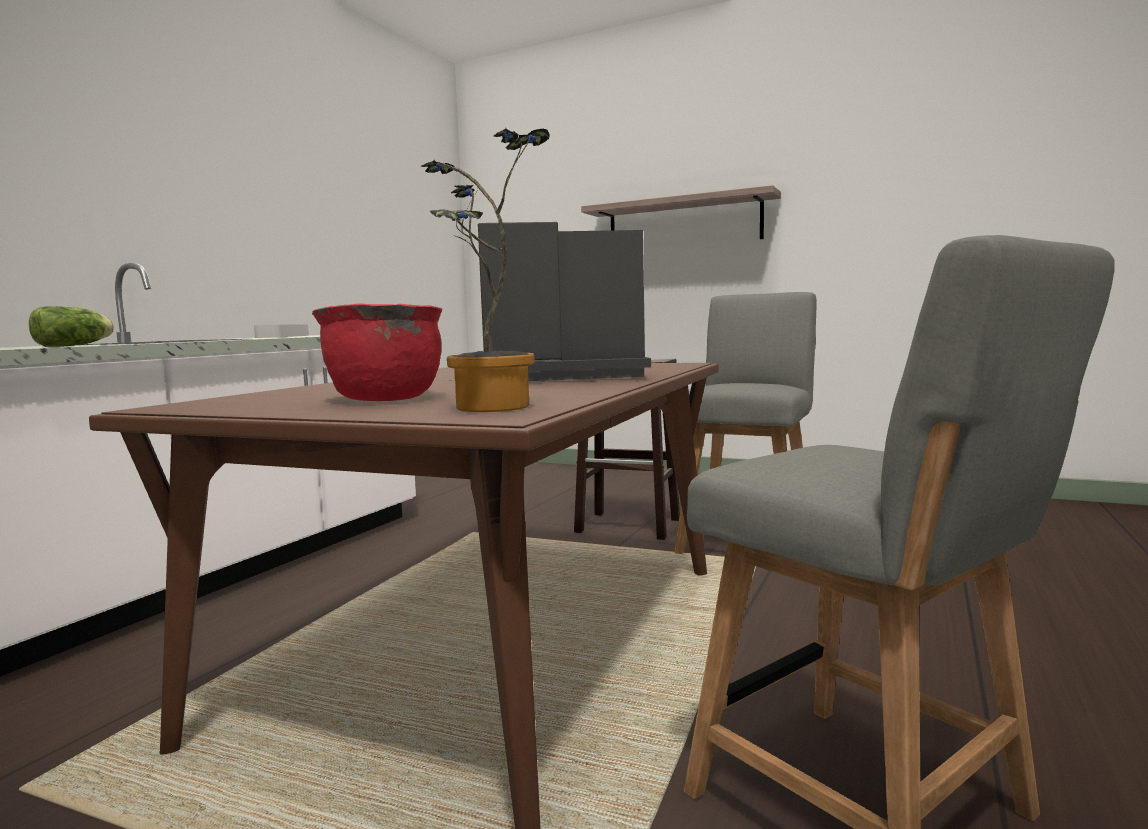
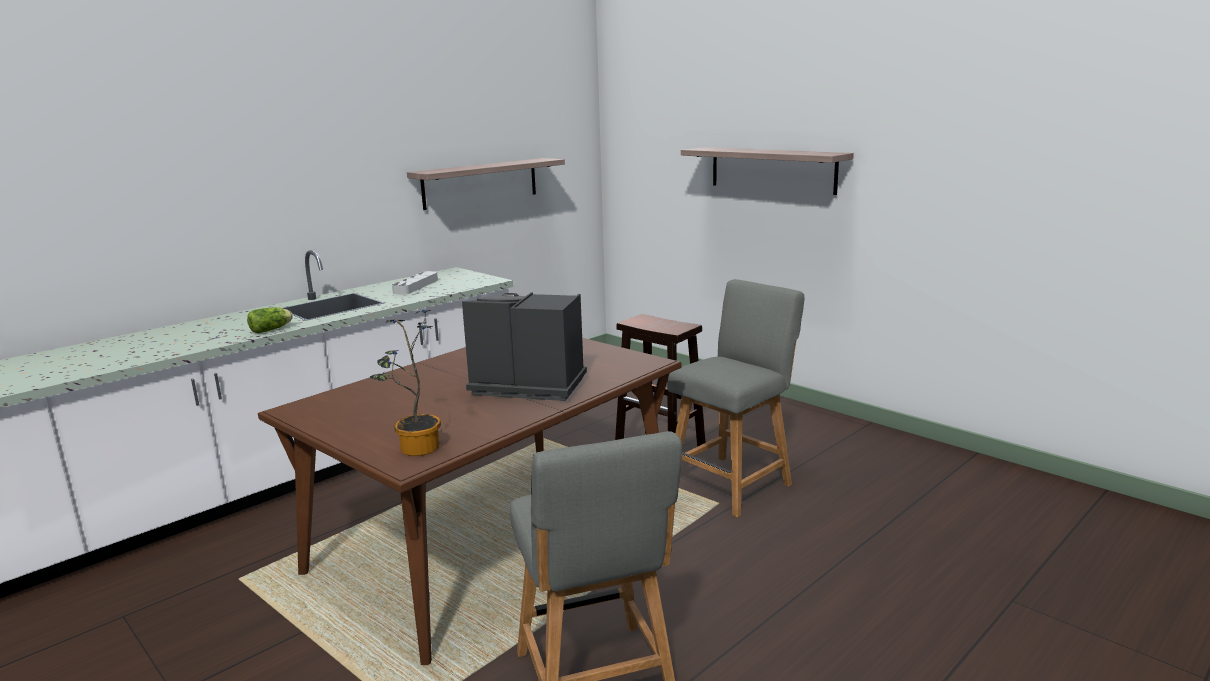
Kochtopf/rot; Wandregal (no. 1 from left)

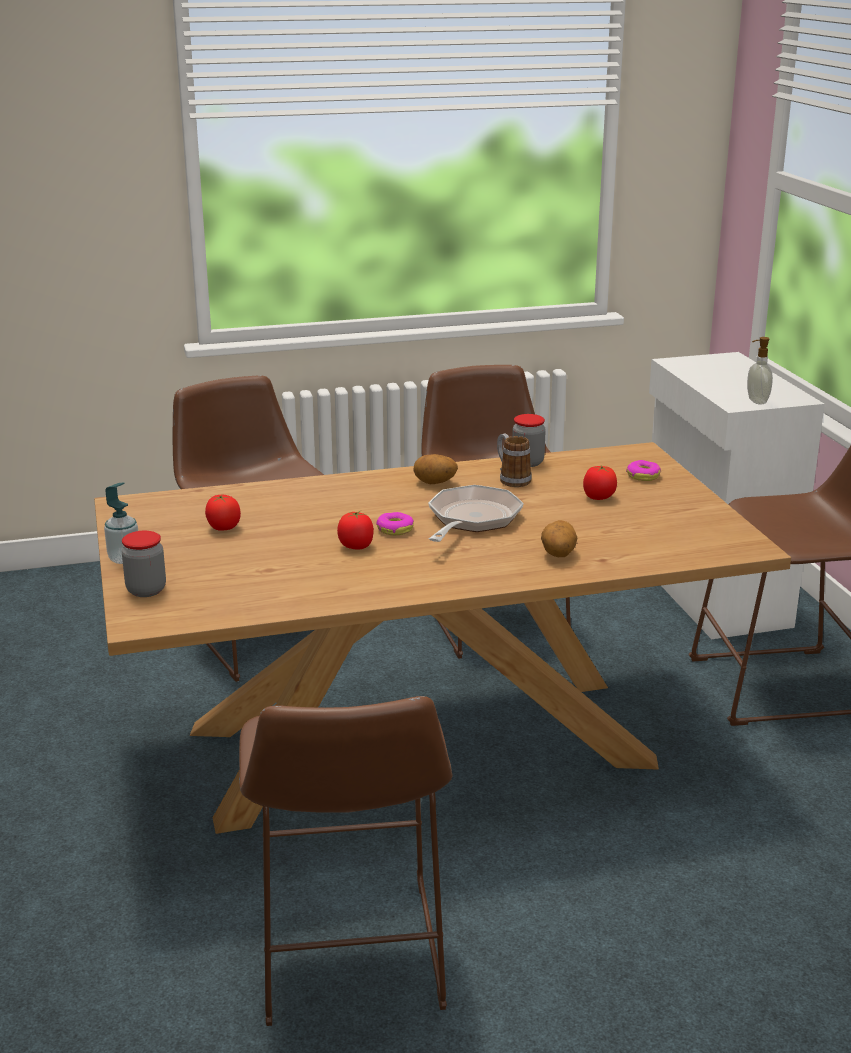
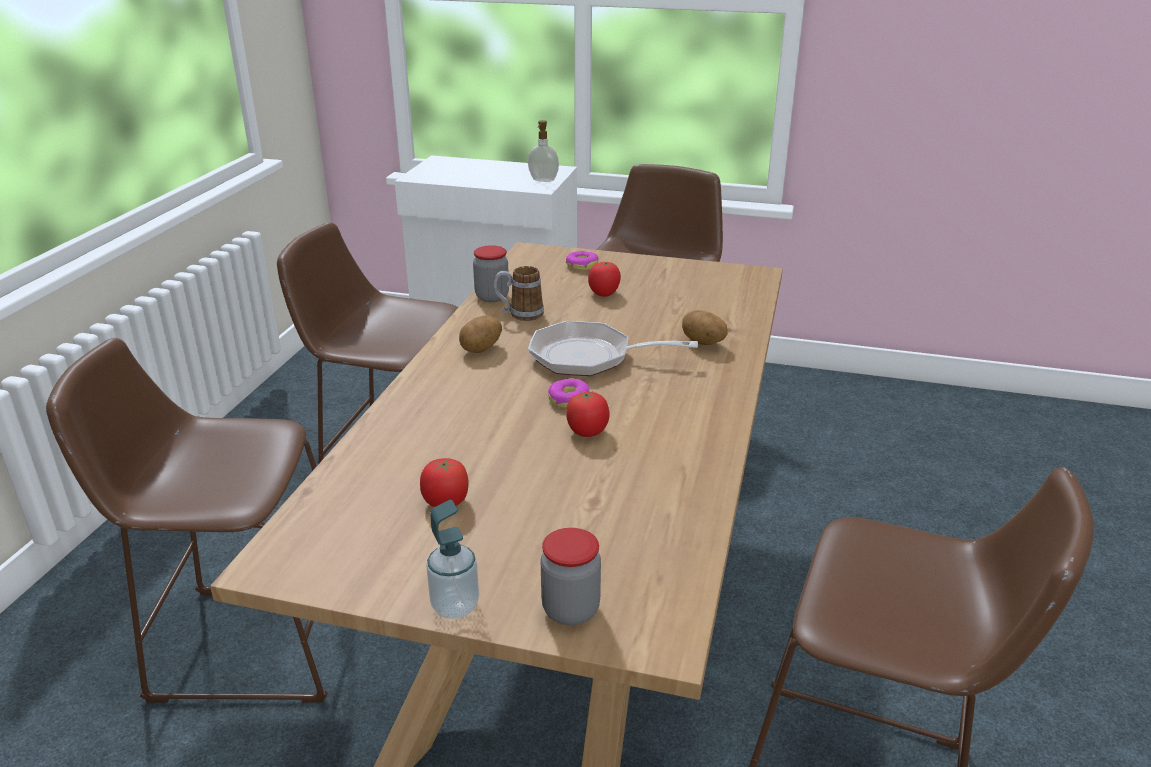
Pfanne

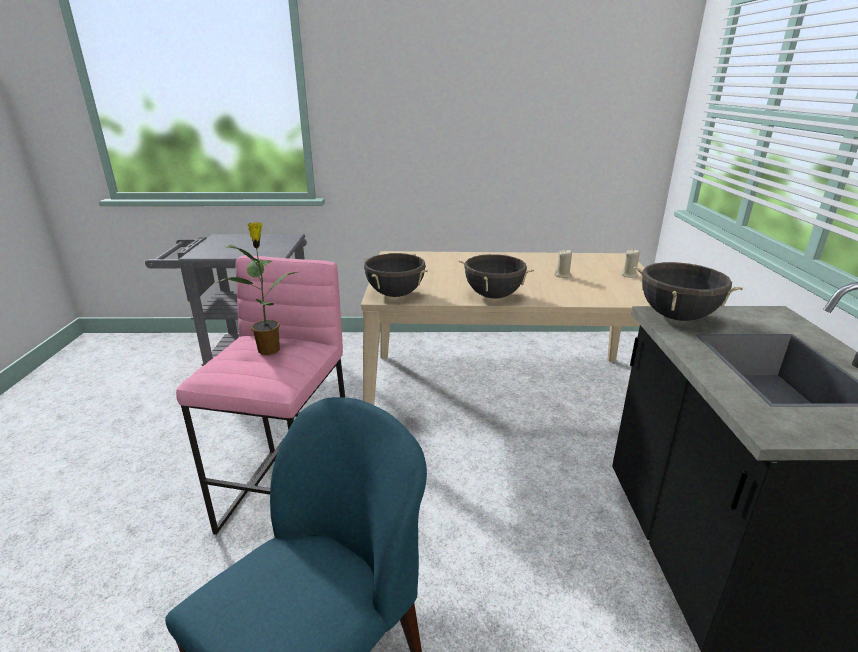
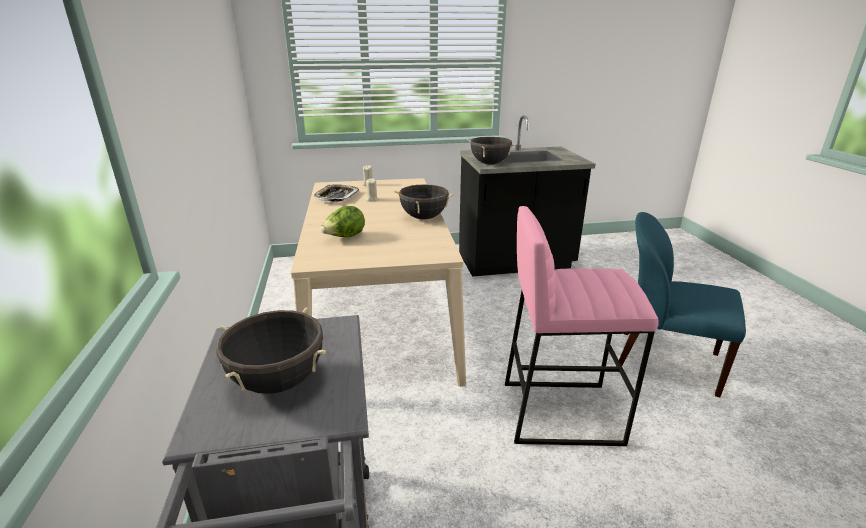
Topfpflanze; Tablett; Salatkopf; Kochtopf/schwarz (no. 1 from left)

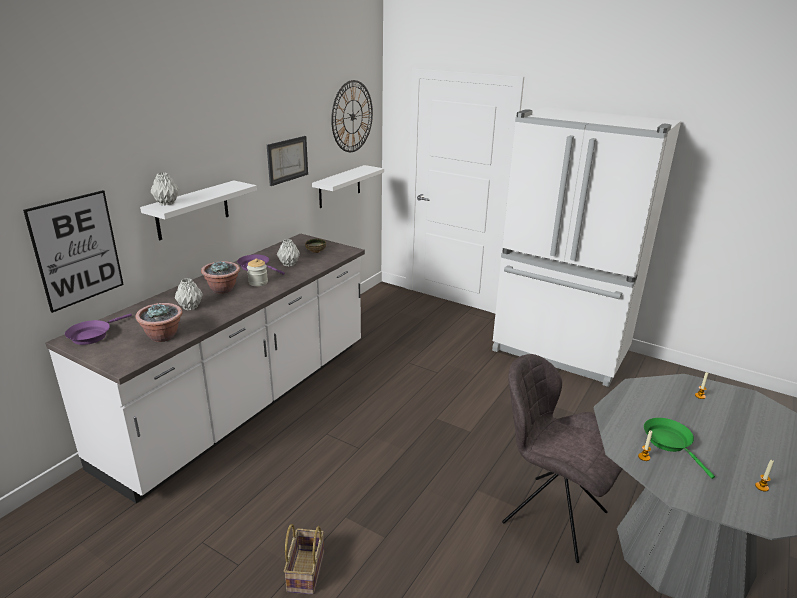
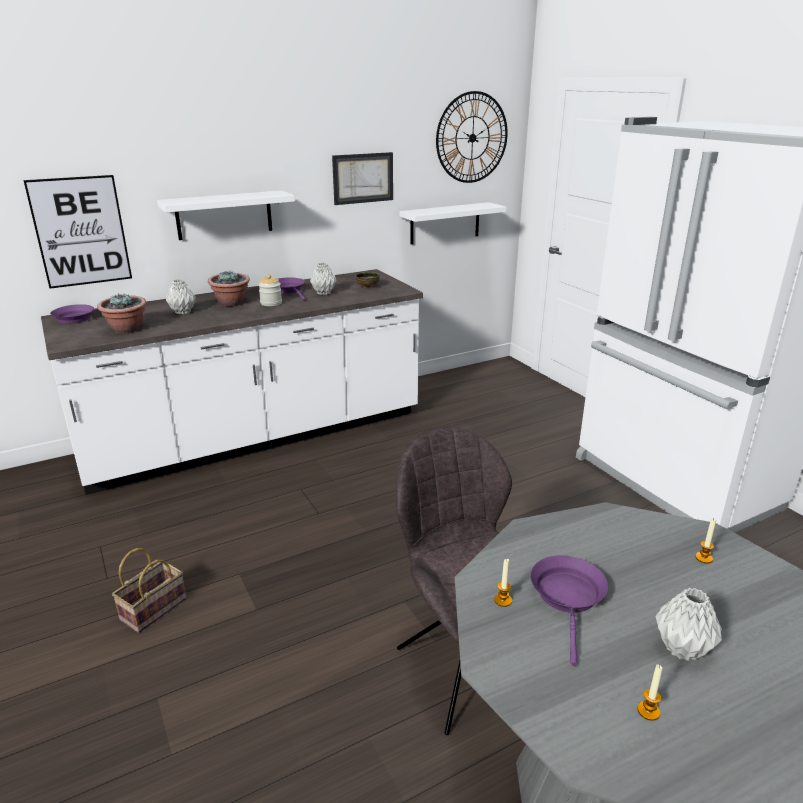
Vase/grau (no. 3 from left); Pfanne/lila (no. 3 from left)

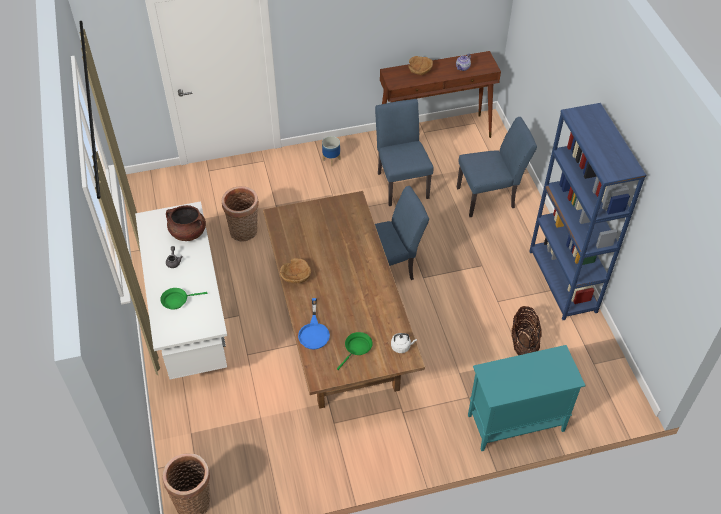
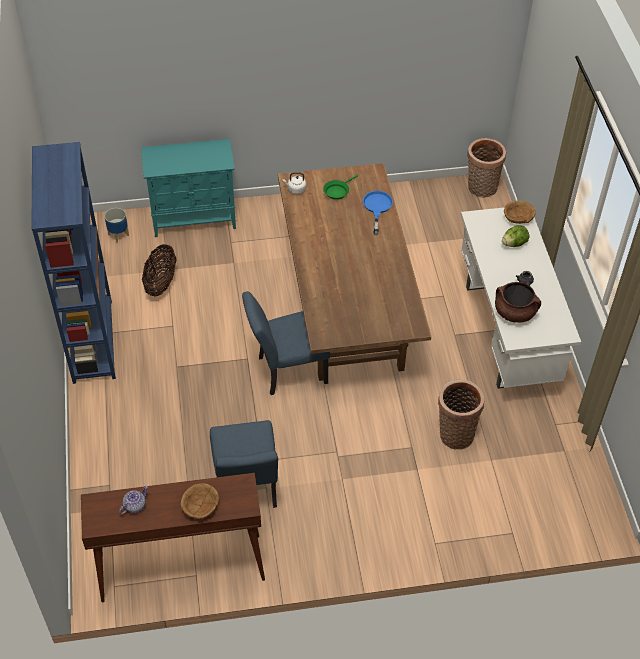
Stuhl/blau (no. 3 from left in the first image); Schüssel/braun (no. 2 from left); Pflanzkübel; Salatkopf

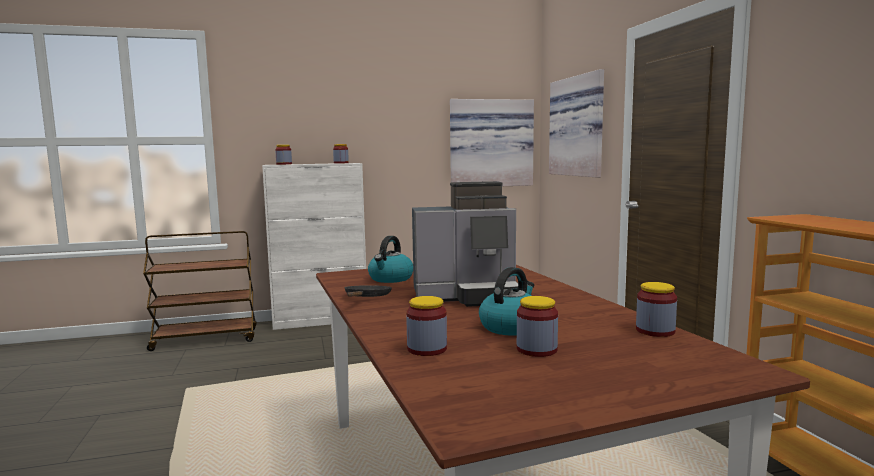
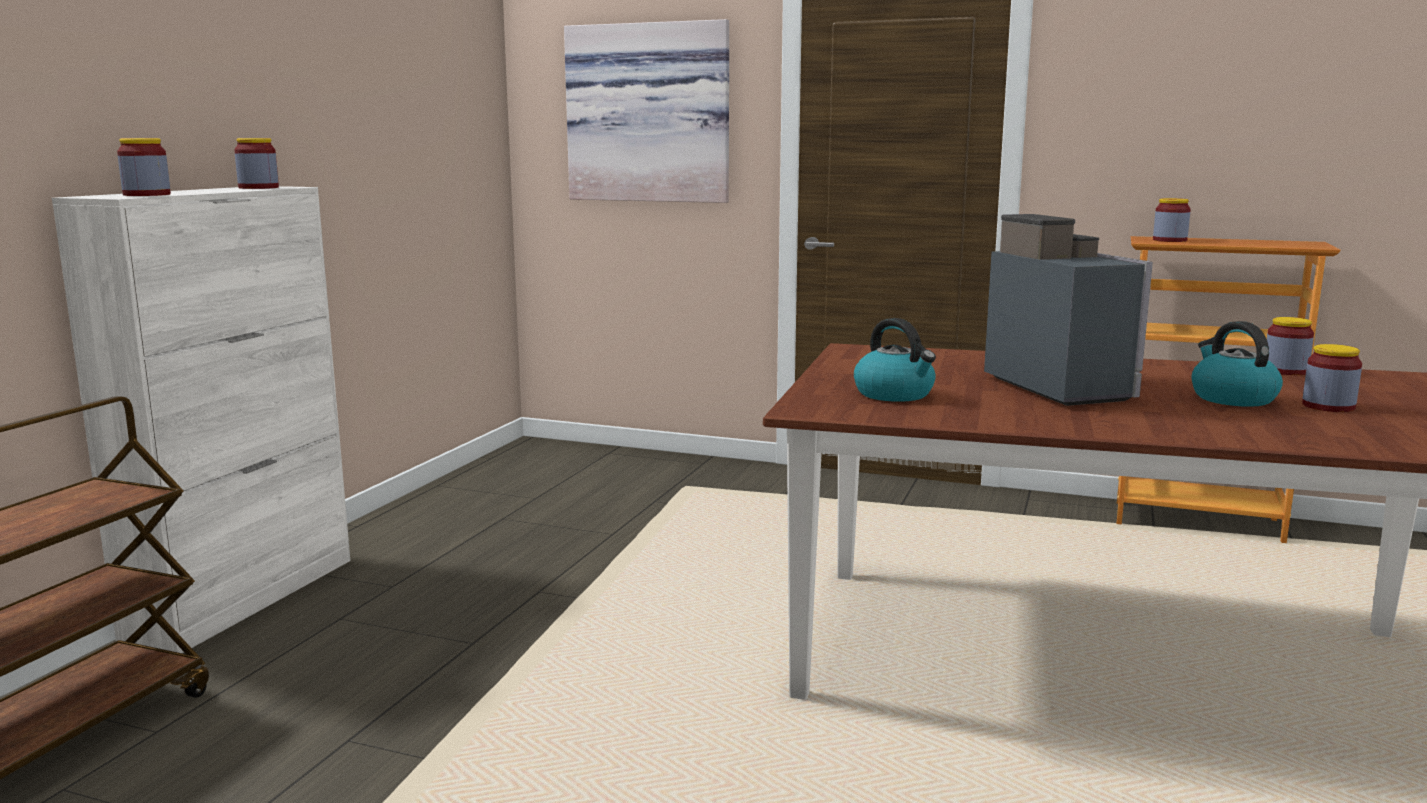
Pfanne/schwarz; Bild (no. 1 from left in the first image); Vorratsglas (no. 3 from left); Kaffeemaschine

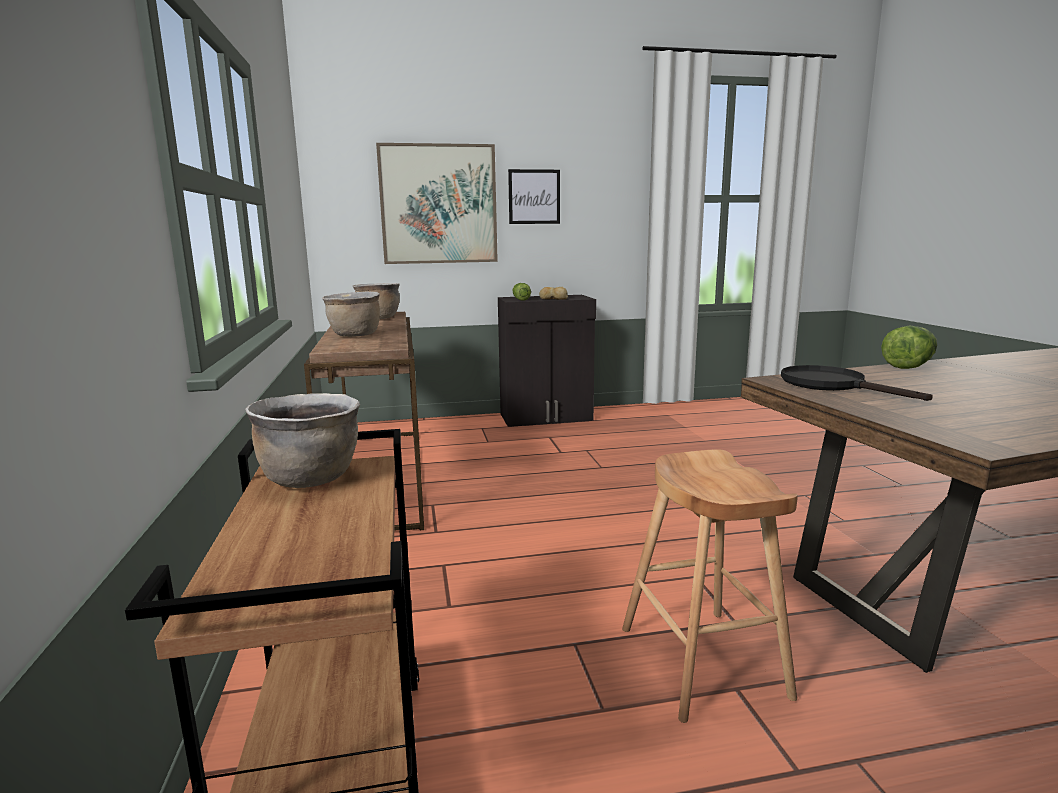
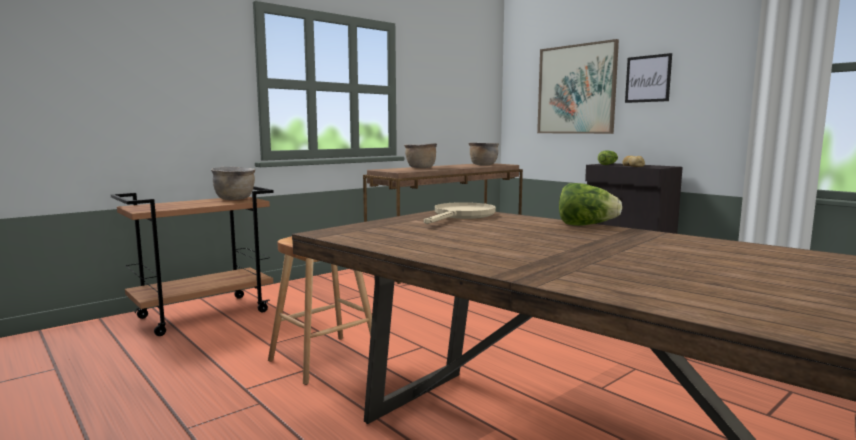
Pfanne/beige

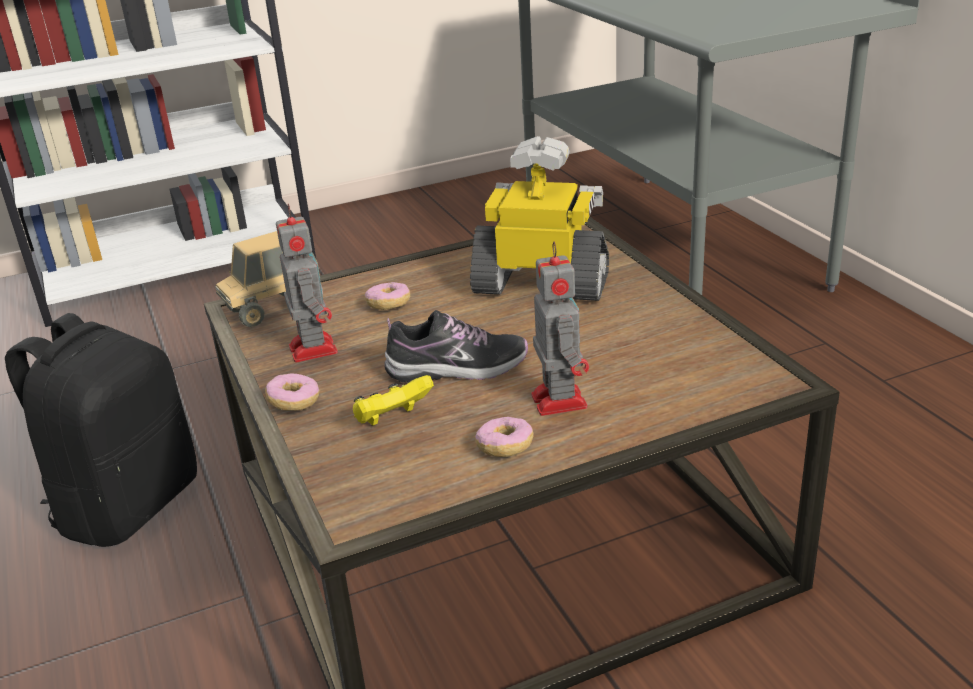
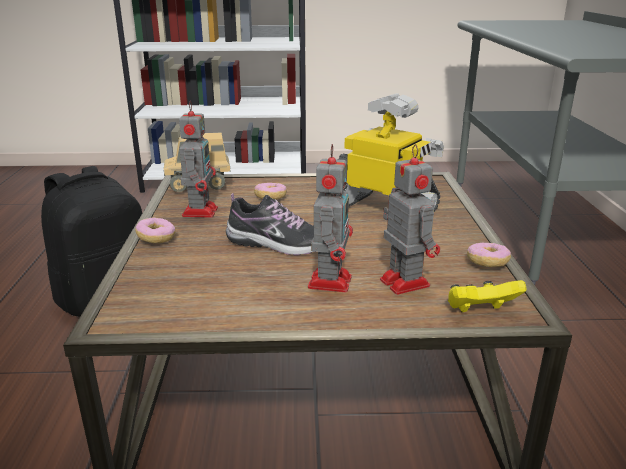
Spielzeugroboter (no. 4 from left); Gamepad/gelb; Donut (no. 3 from left)

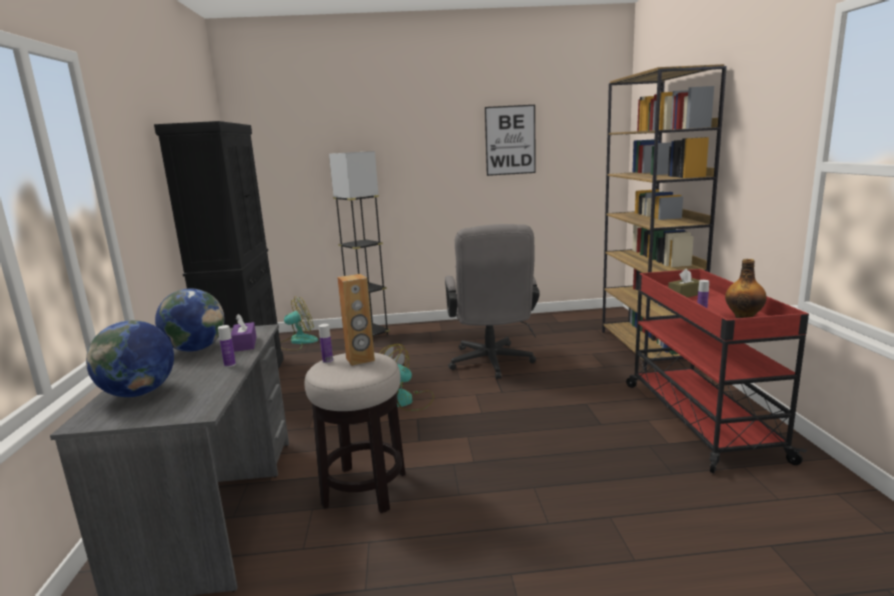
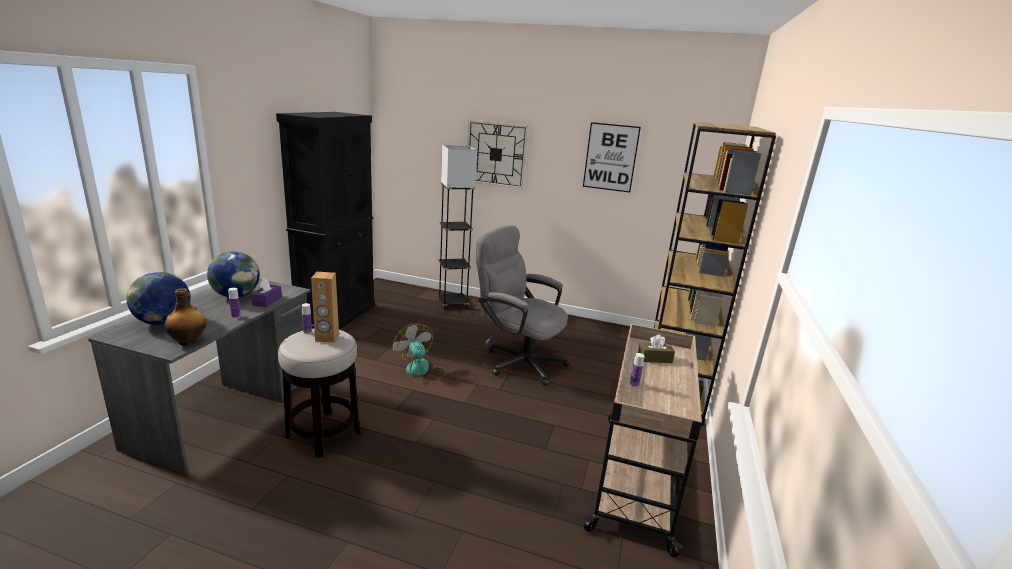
Ventilator (no. 1 from left in the first image); Wanduhr; Flasche (no. 1 from left); Rollwagen/beige; Bürostuhl/grau

